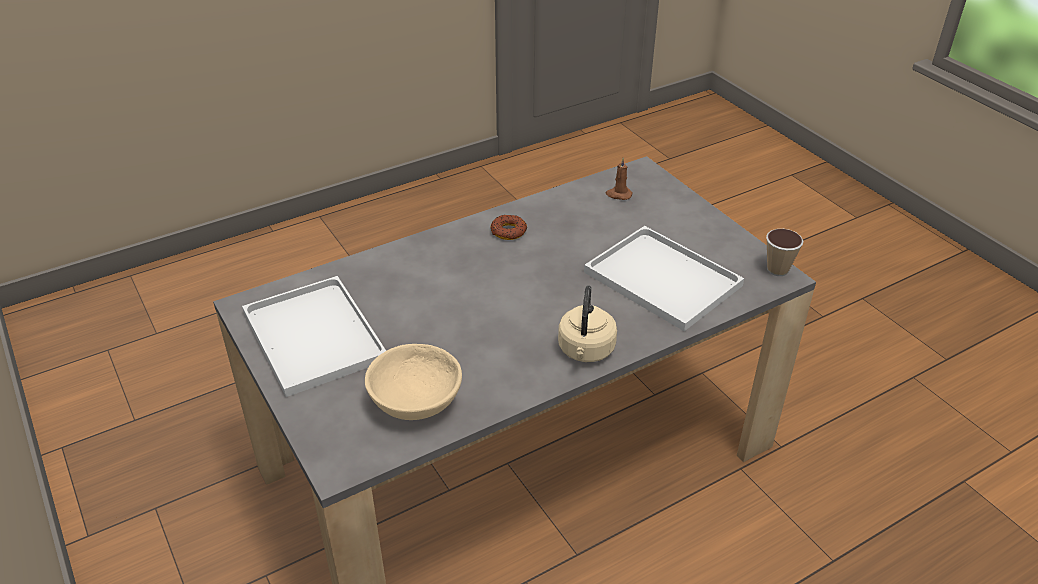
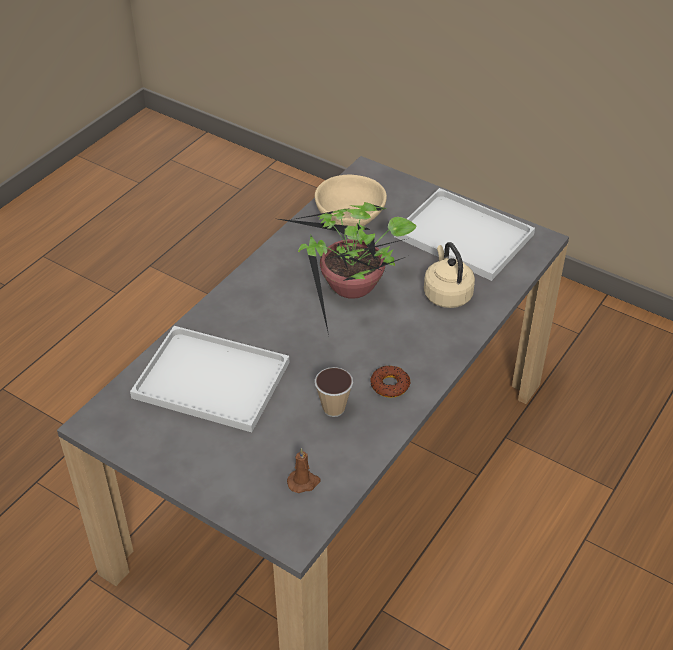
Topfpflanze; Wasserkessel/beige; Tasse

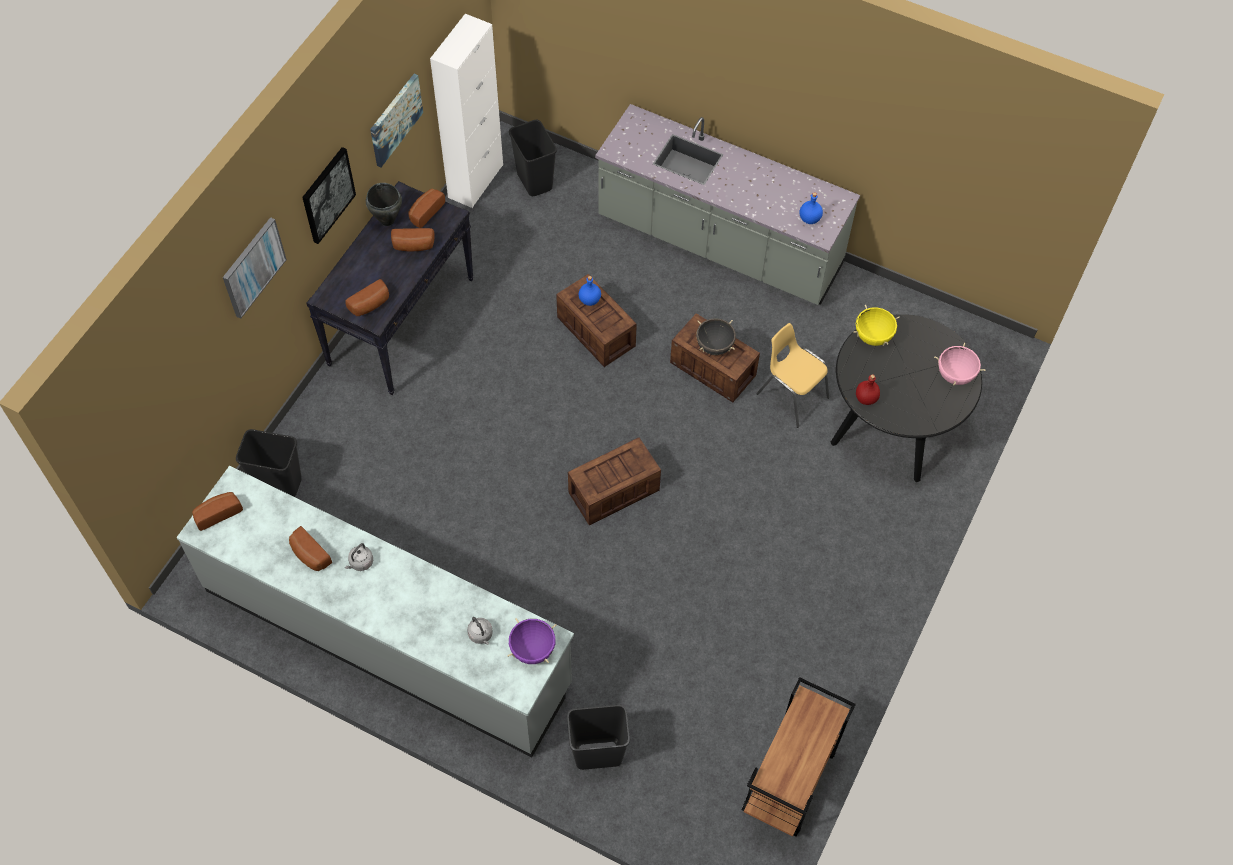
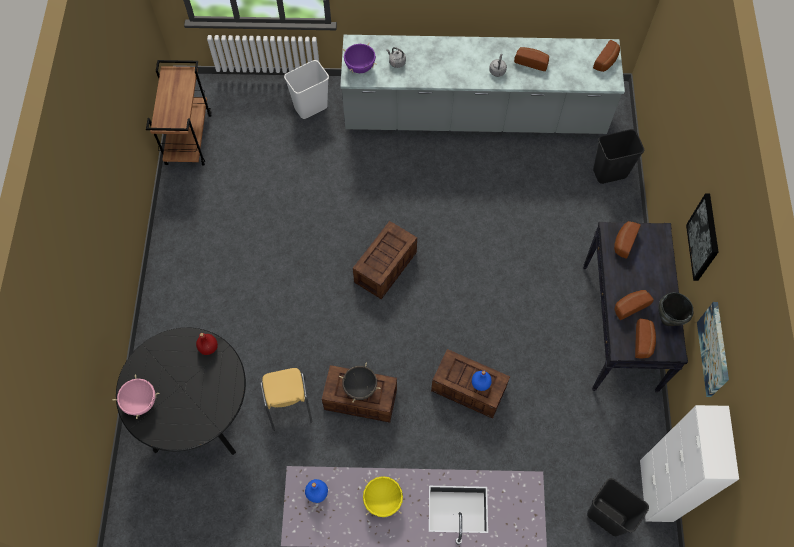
Bild (no. 1 from left in the first image); Kochtopf/gelb; Mülleimer/weiß; Stuhl/gelb

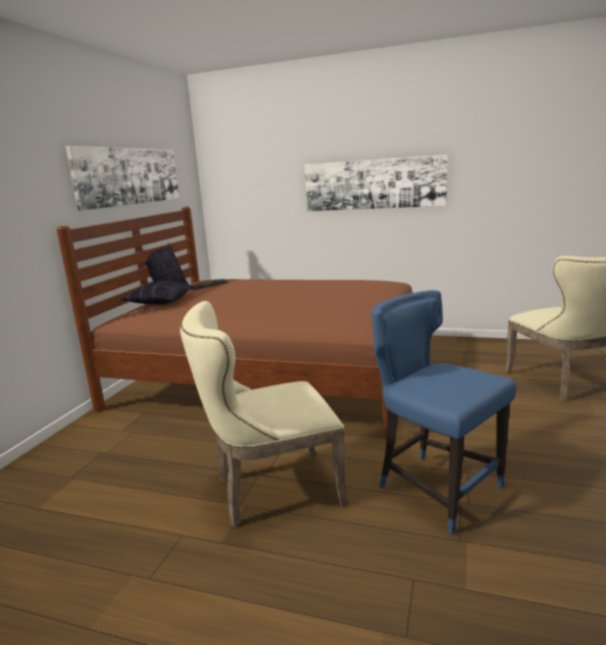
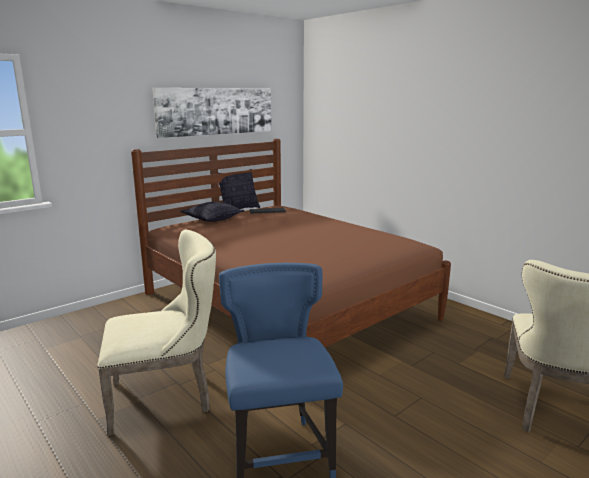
Bild (no. 2 from left in the first image); Stuhl/beige (no. 1 from left)

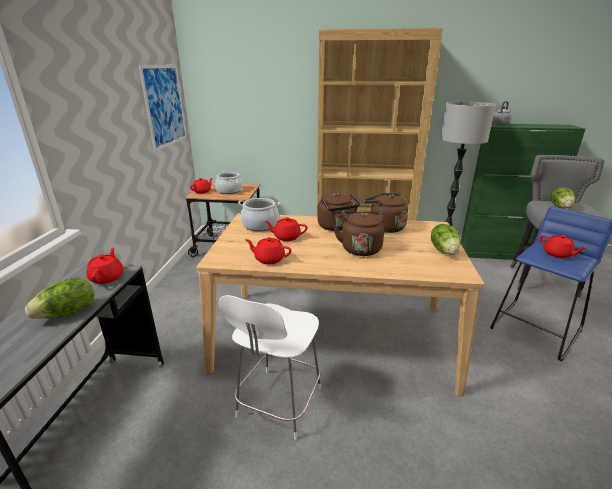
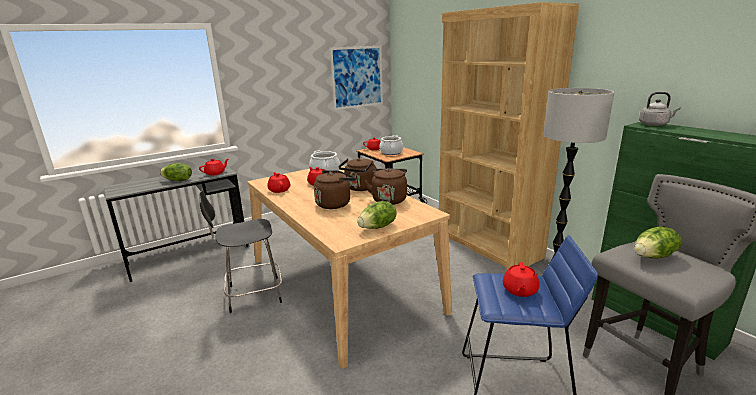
Stuhl/schwarz

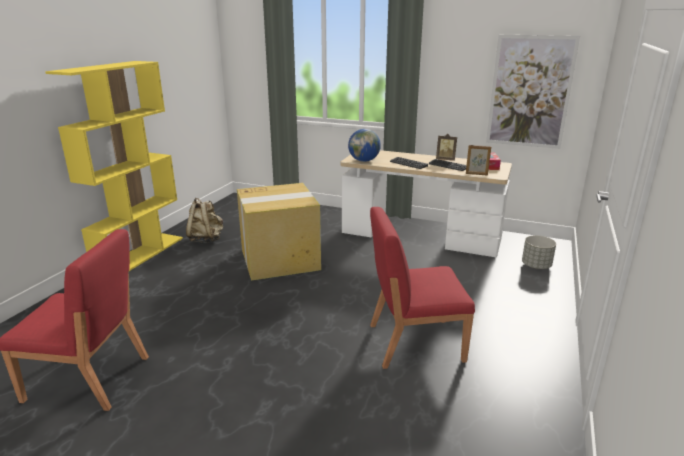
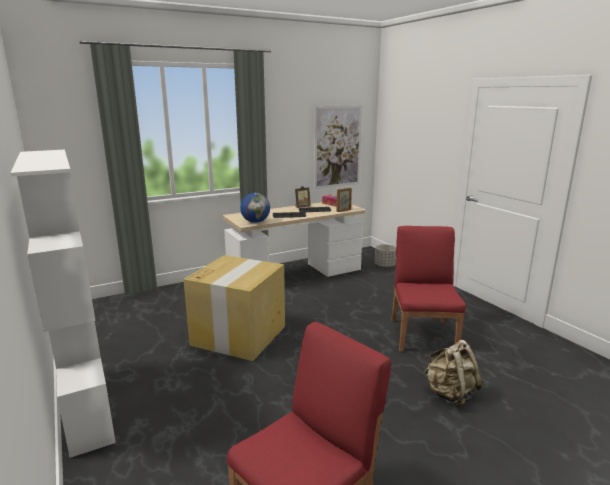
Rucksack/beige; Bücherregal/weiß; Stuhl/rot (no. 2 from left)

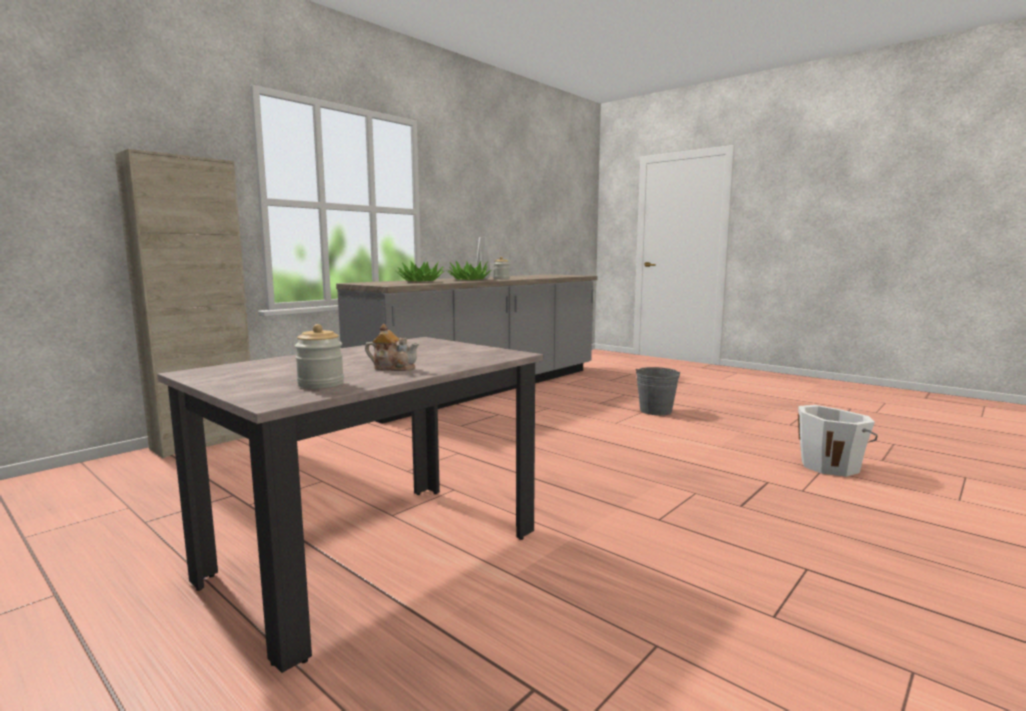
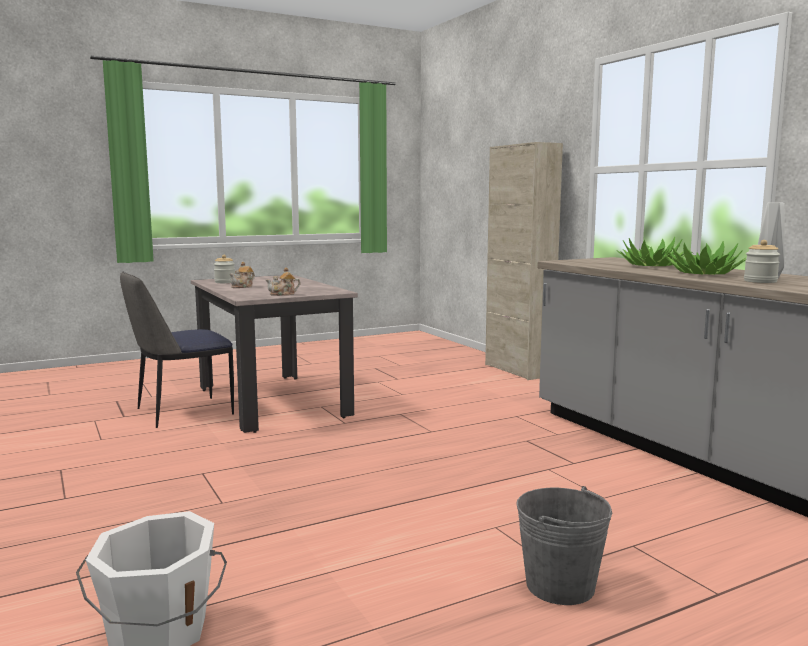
Stuhl; Teekanne (no. 2 from left)

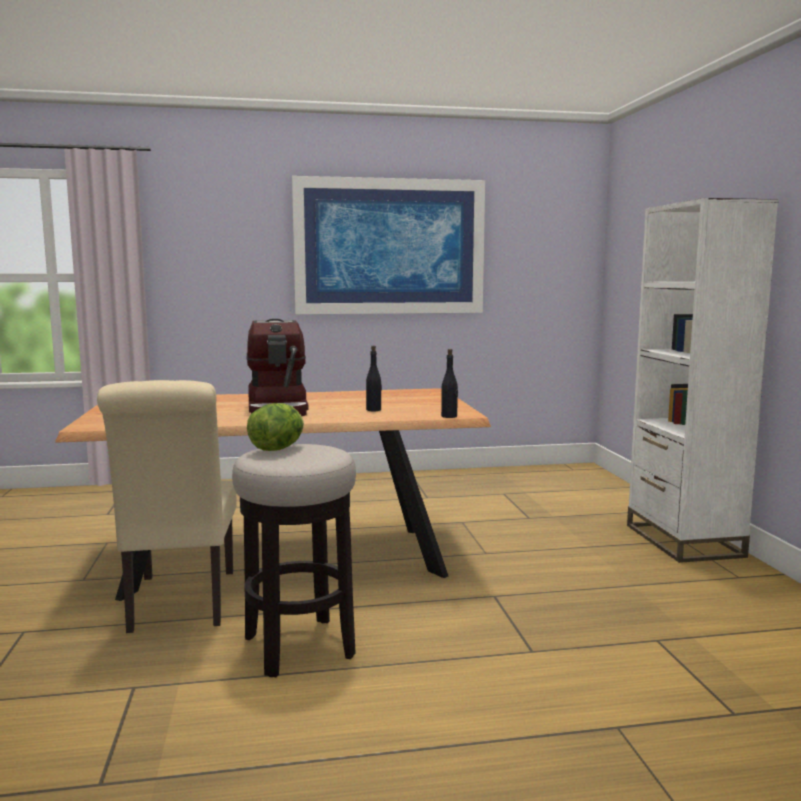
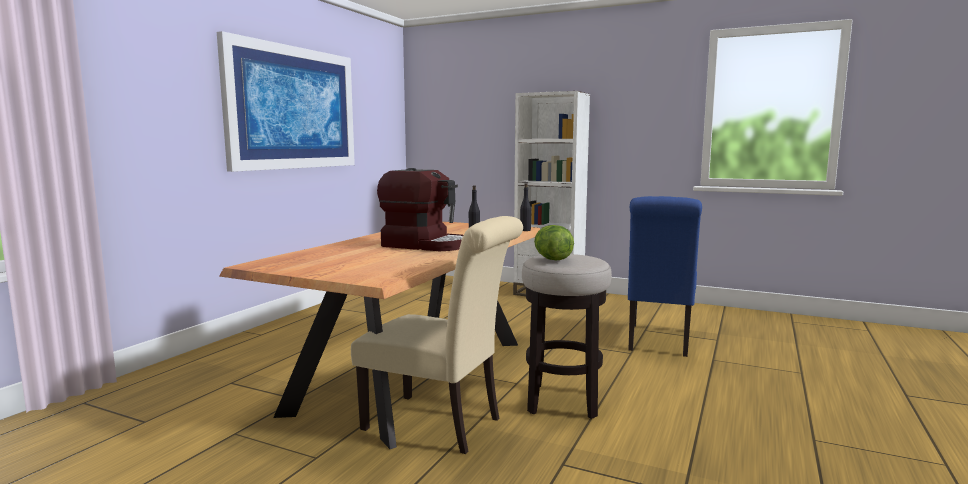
Stuhl/blau

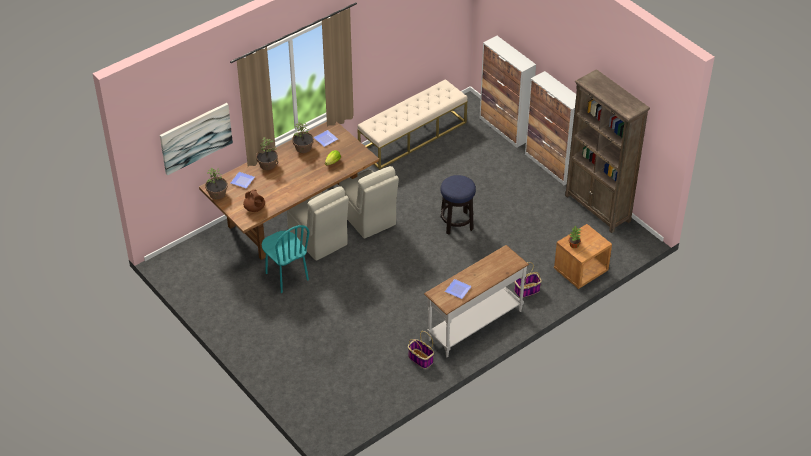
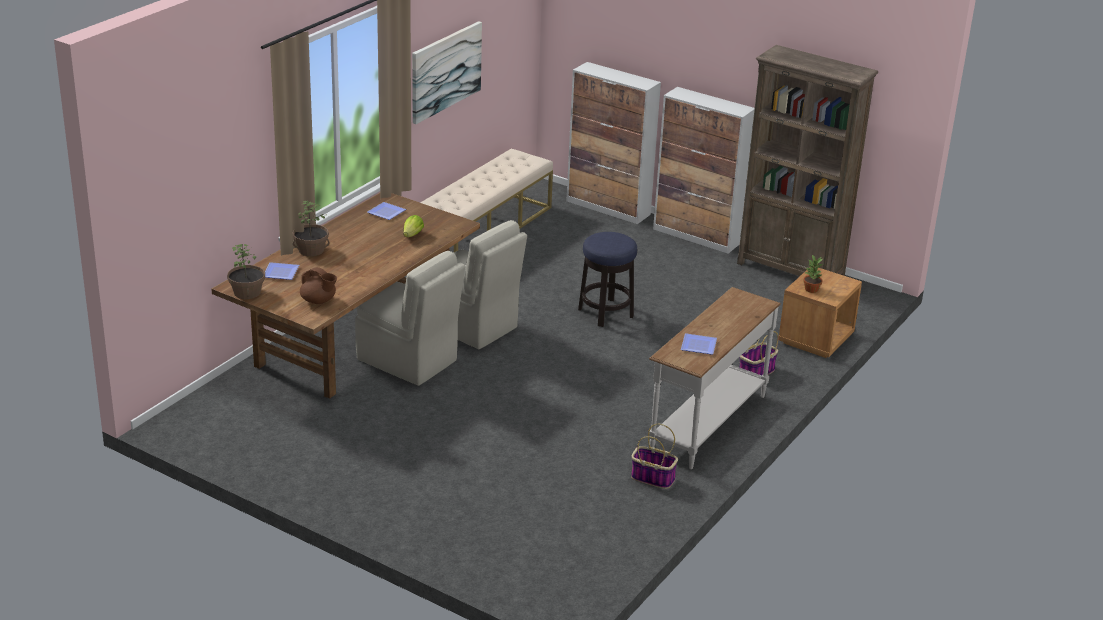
Stuhl/türkis; Topfpflanze (no. 3 from left in the first image); Bild

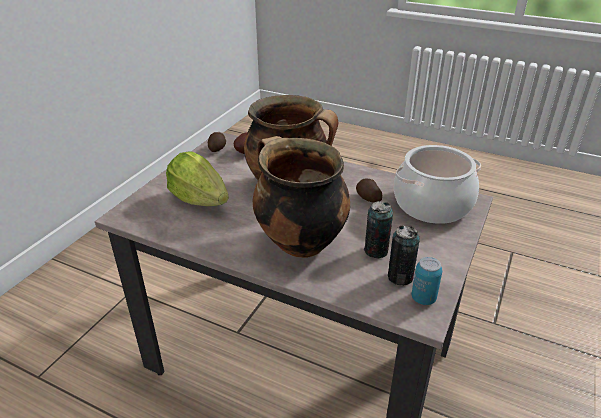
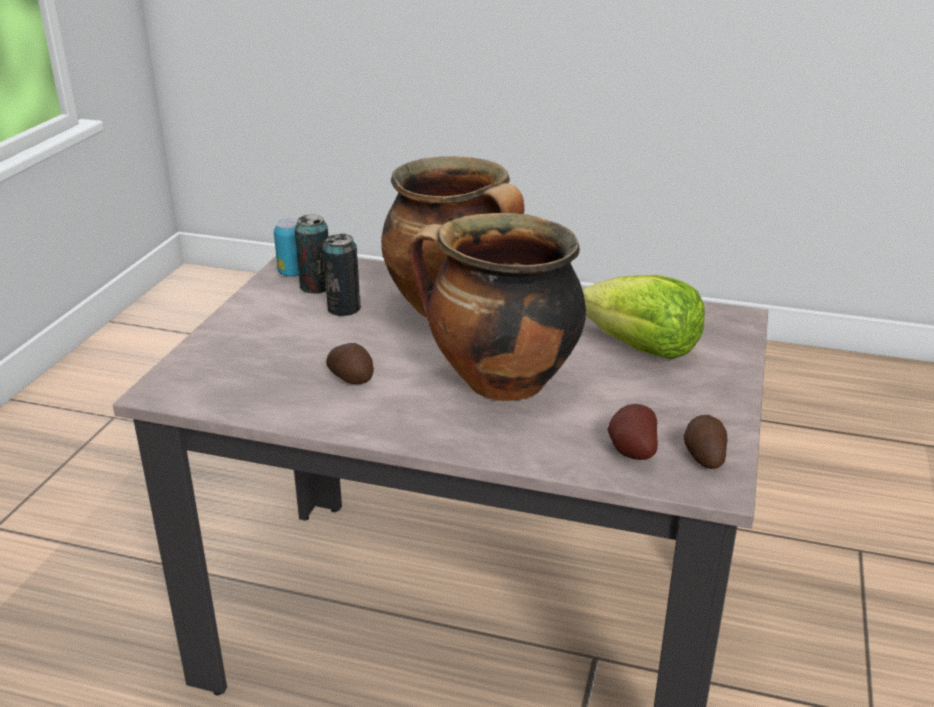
Kochtopf (no. 3 from left in the first image)

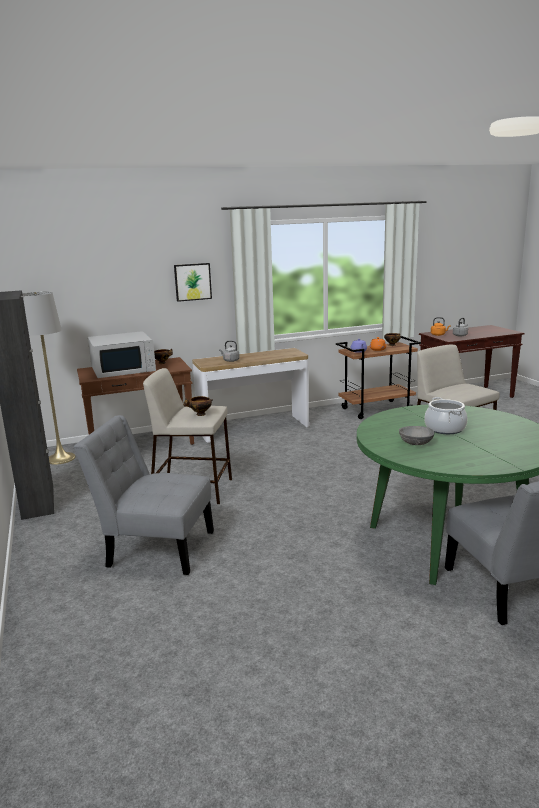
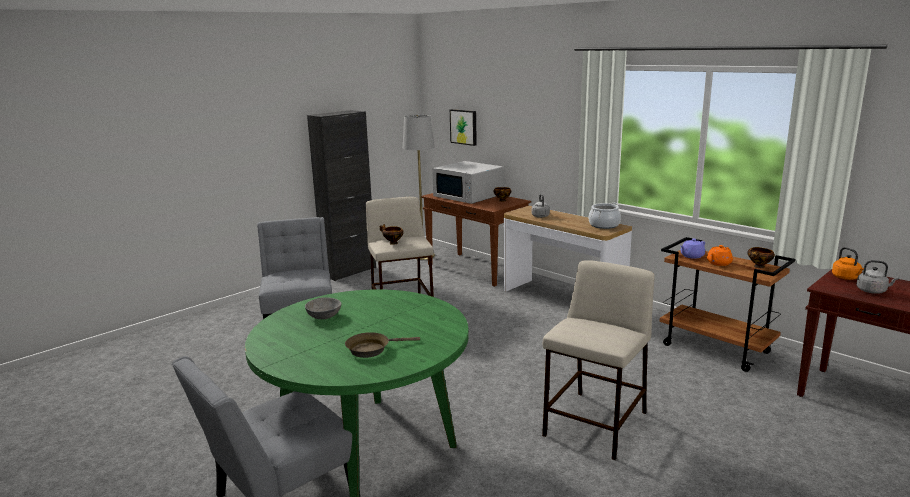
Pfanne/braun; Bild; Kochtopf

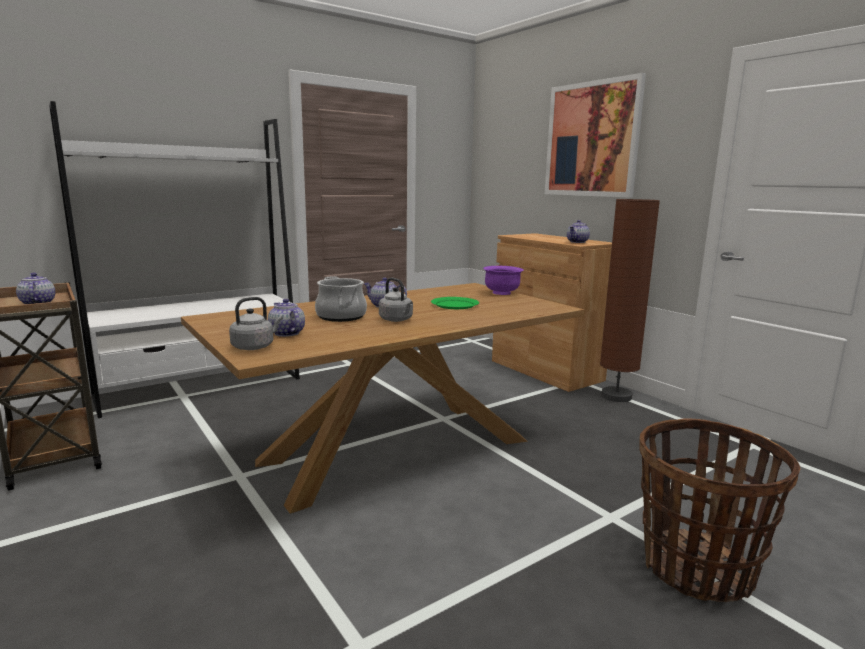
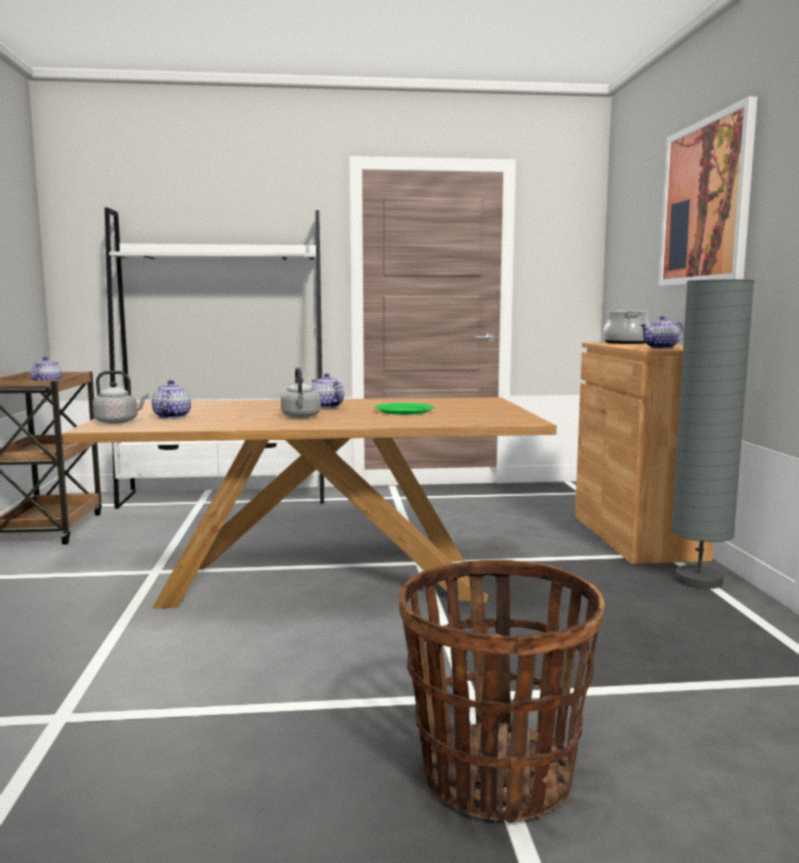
Schüssel/lila; Kochtopf; Stehlampe/grau

